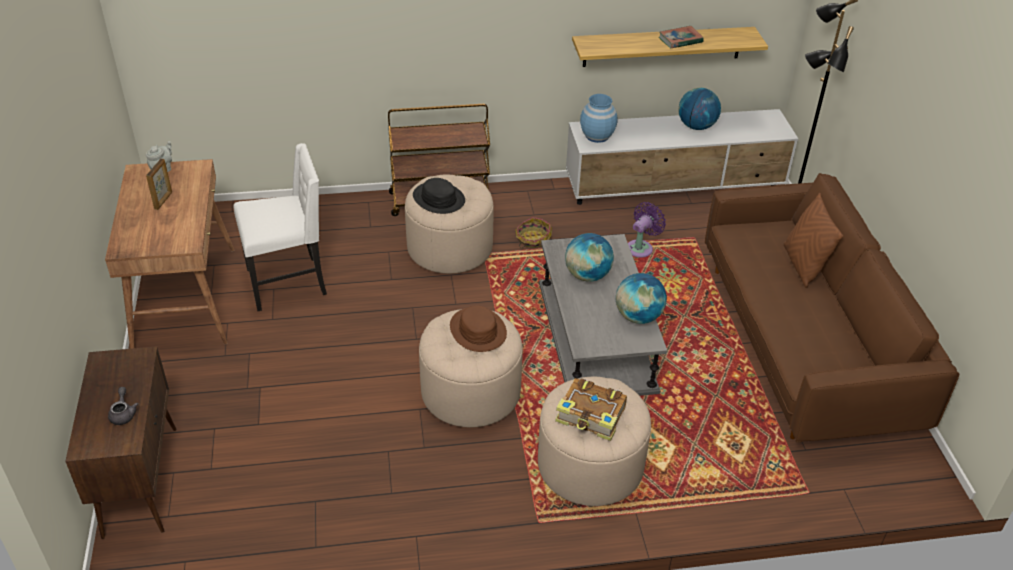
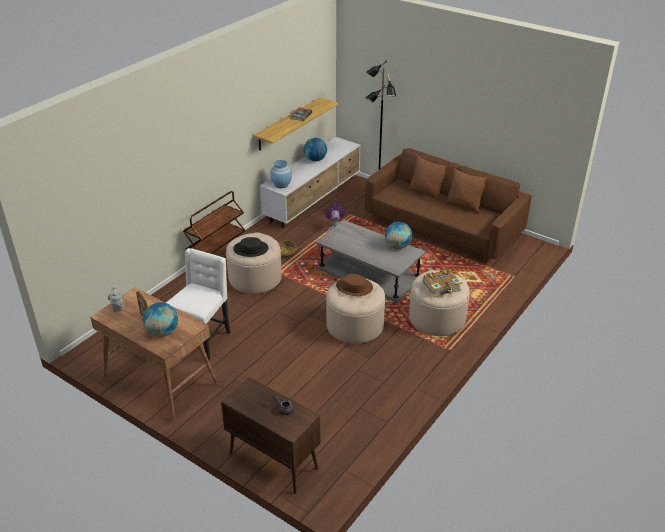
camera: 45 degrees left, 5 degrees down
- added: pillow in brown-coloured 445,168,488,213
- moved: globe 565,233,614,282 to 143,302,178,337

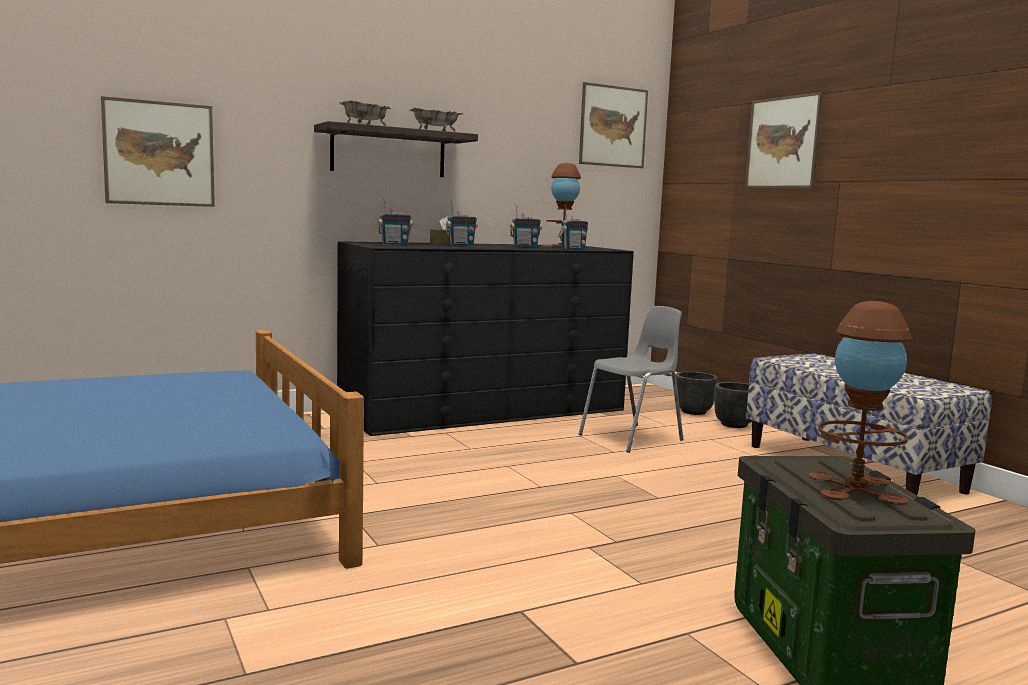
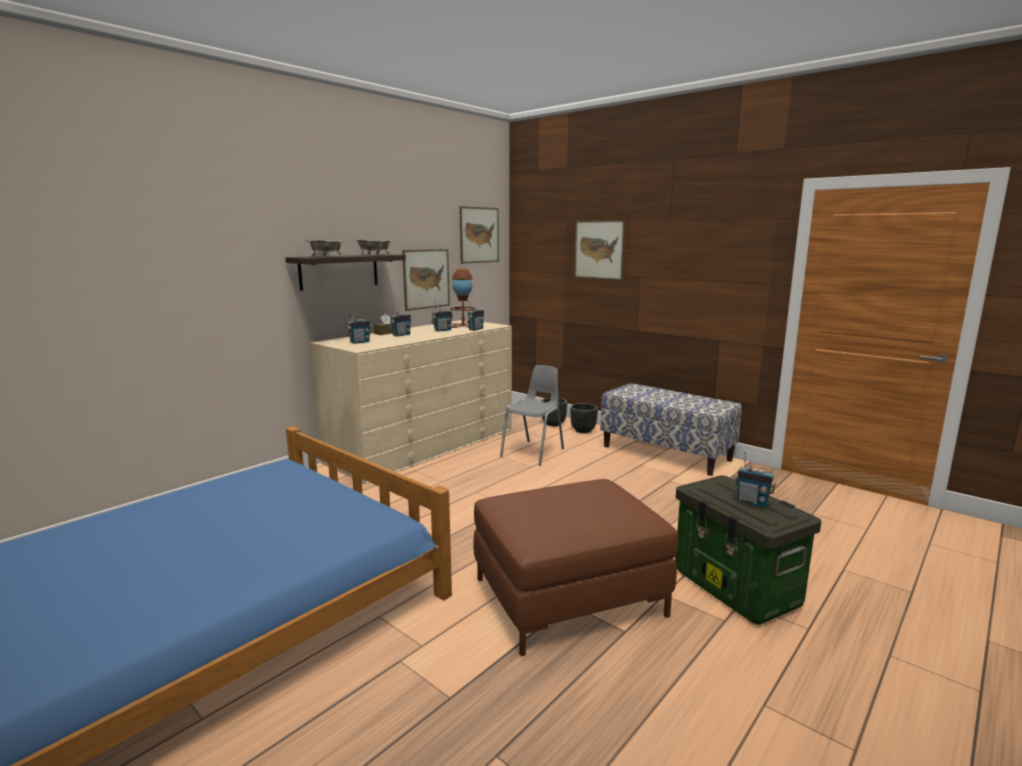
camera: 20 degrees left, 5 degrees up
- added: footrest in brown-coloured 473,479,678,657
- moved: picture 101,96,215,207 to 402,249,450,311
- replaced: table lamp in brown-coloured 808,301,912,505 to radio 734,451,776,507
- recoloured: drawer chest in black-coloured 337,241,634,436 to drawer chest in beige 311,320,512,484

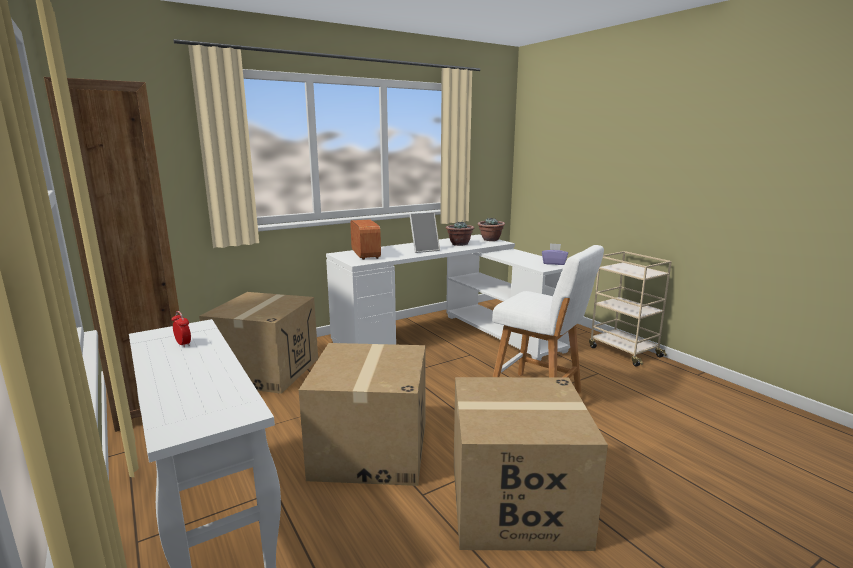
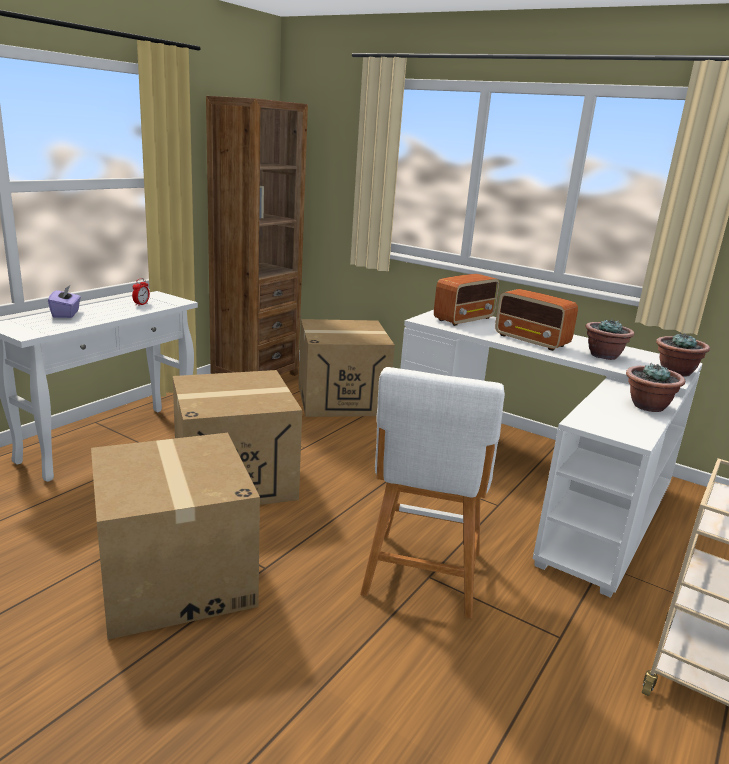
camera: 65 degrees right, 5 degrees up
- added: plant in a pot 626,363,685,412
- moved: tissue holder in purplish 542,243,568,265 to 48,285,81,318
- replaced: picture frame 409,212,440,253 to radio 495,289,578,351

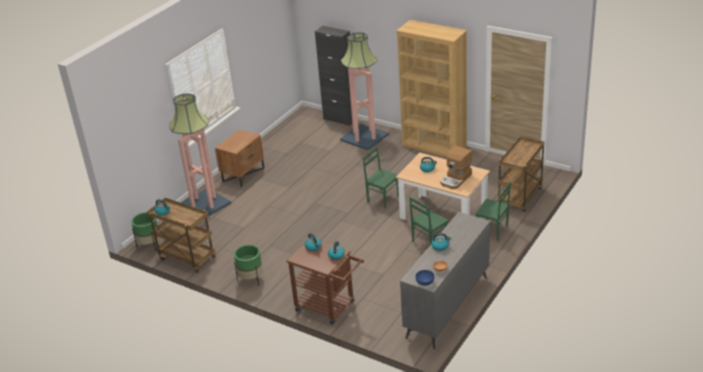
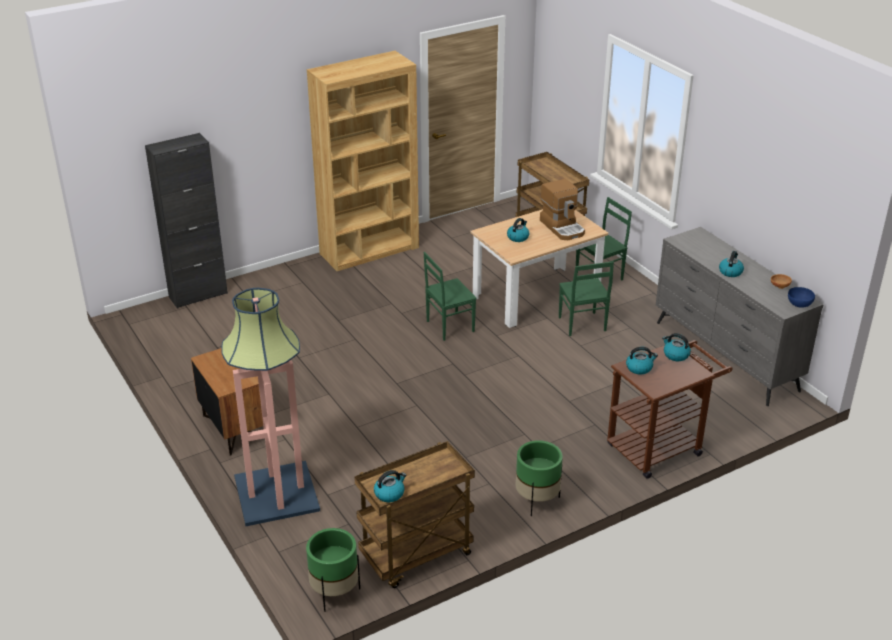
camera: 65 degrees left, 0 degrees up
- removed: standing lamp 340,32,389,150

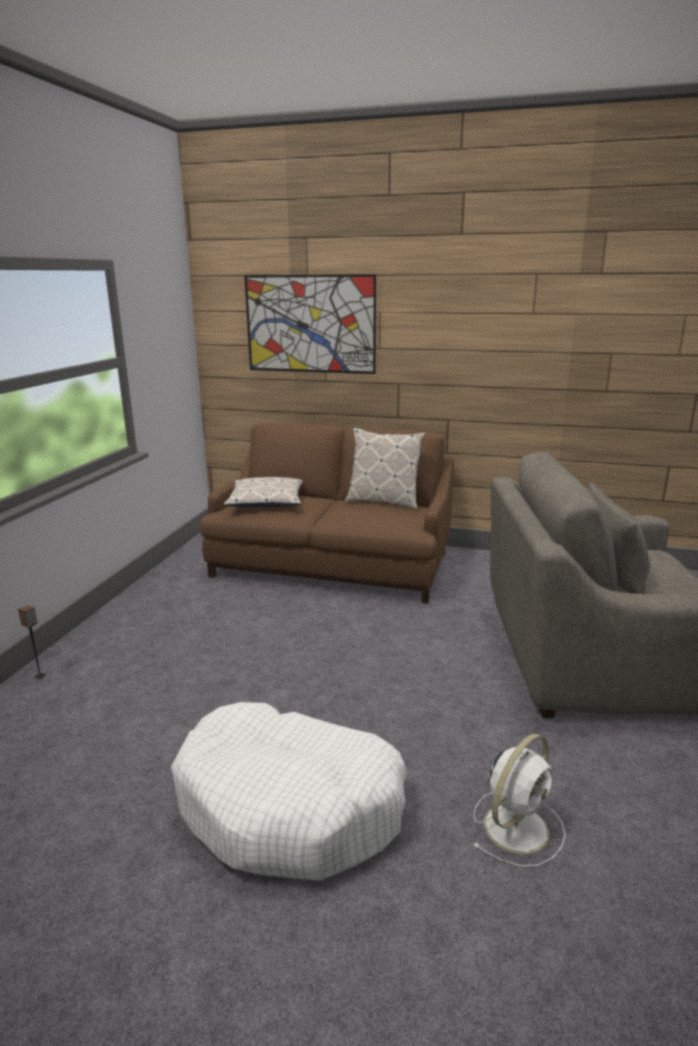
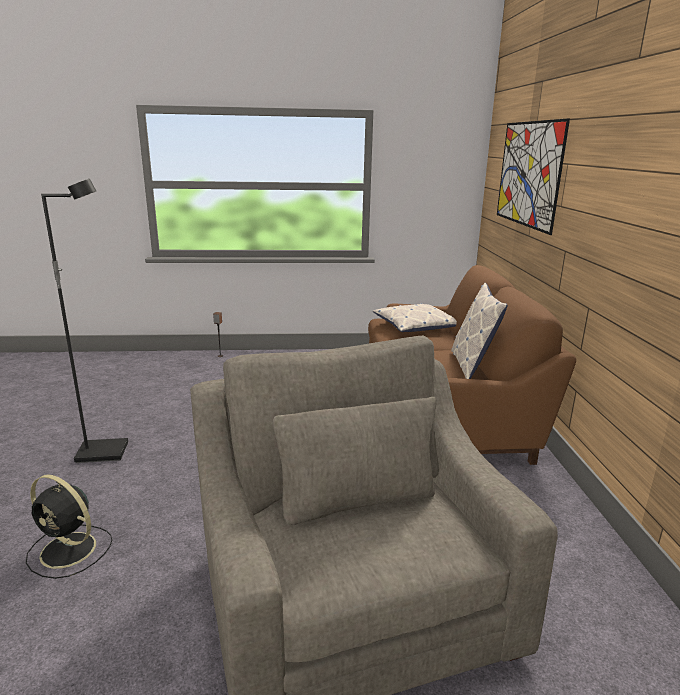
camera: 70 degrees right, 0 degrees up
- replaced: pet bed in white-coloured 171,702,407,881 to standing lamp in black-coloured 41,179,128,463
- recoloured: cooling fan in white-coloured 472,734,566,867 to cooling fan in black-coloured 26,474,112,579

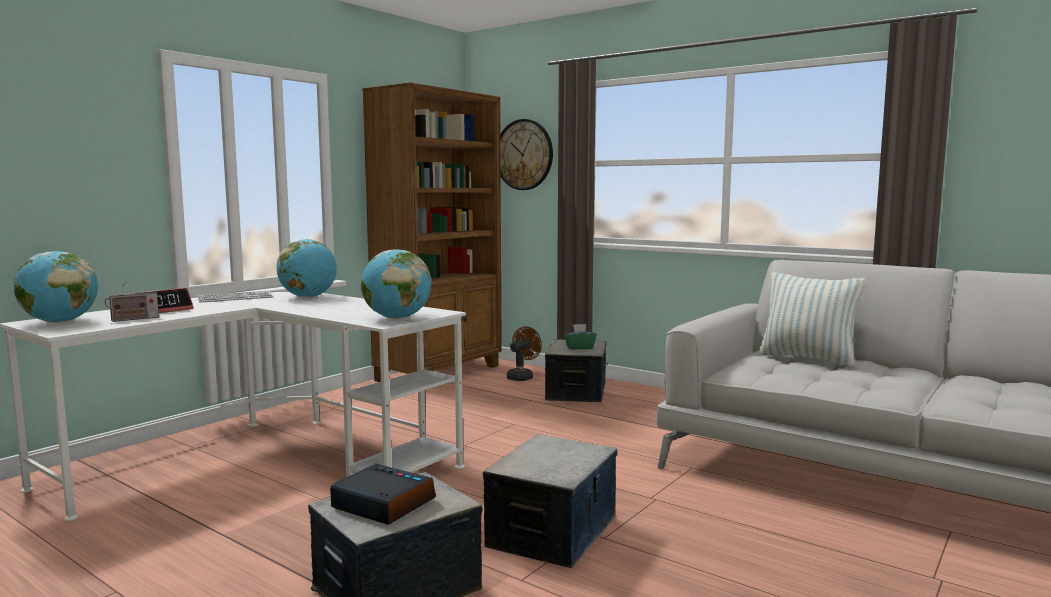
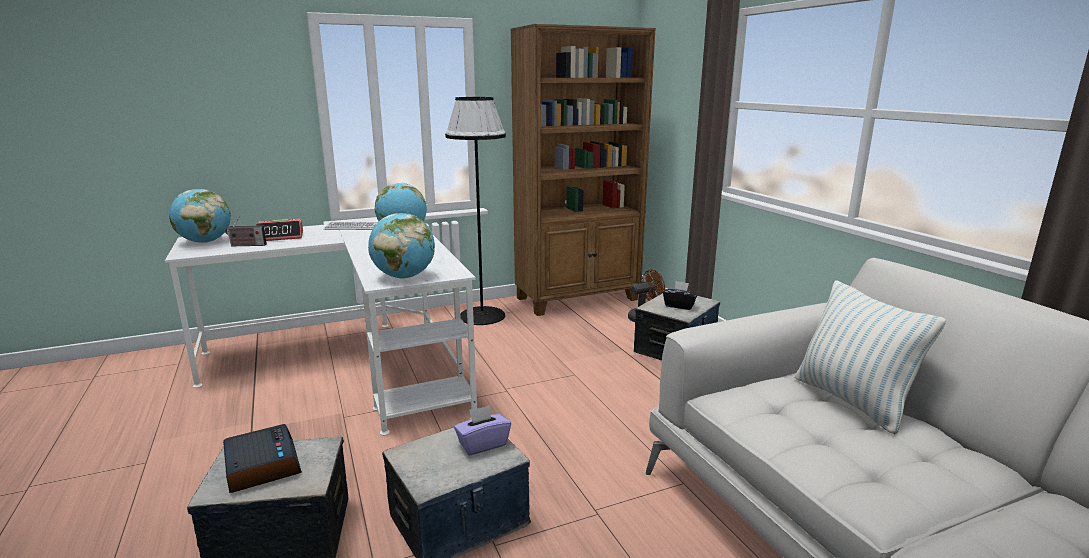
camera: 30 degrees right, 10 degrees up
- removed: wall clock 500,119,553,190
- added: standing lamp in black-coloured 445,97,506,325
- added: tissue holder in purplish 454,406,511,455
- recoloured: tissue holder in green 564,324,596,349 to tissue holder in black-coloured 663,281,698,310

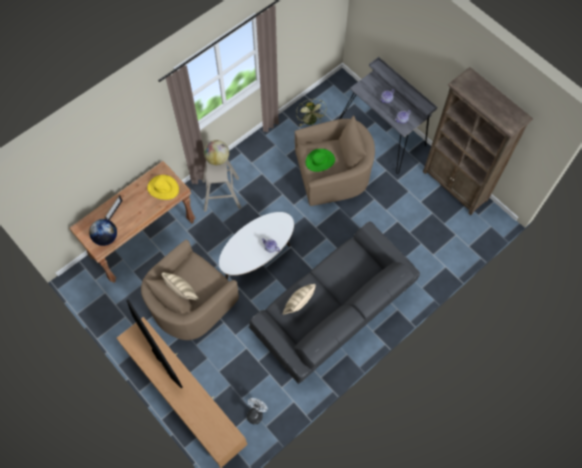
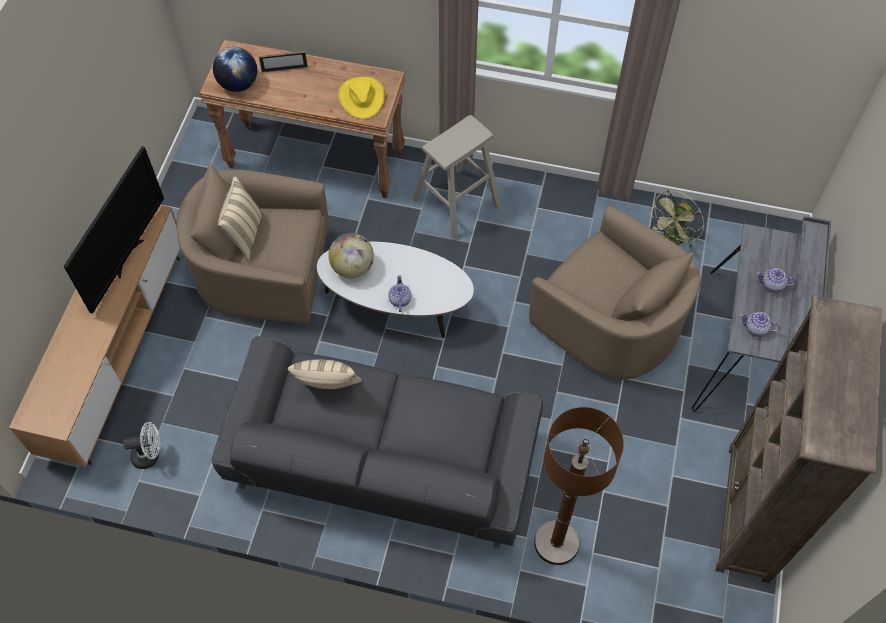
camera: 55 degrees right, 5 degrees down
- removed: wearable hat in green 306,149,335,172
- added: standing lamp in brown-coloured 534,407,624,565
- moved: globe 204,140,229,165 to 328,233,374,278

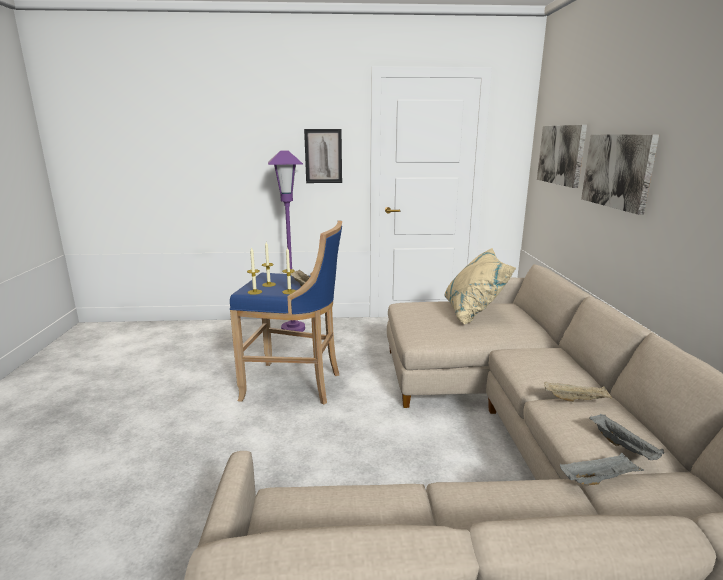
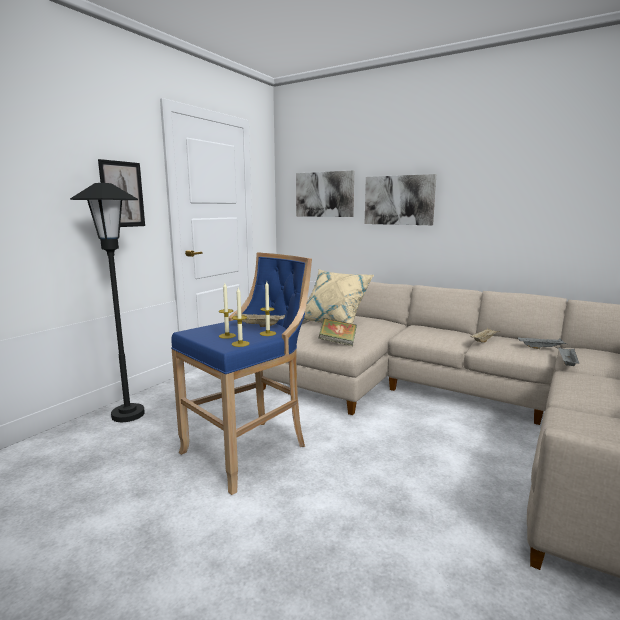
camera: 55 degrees left, 5 degrees down
- added: volume 319,318,357,346
- recoloured: standing lamp in purplish 268,150,305,332 to standing lamp in black-coloured 70,183,145,422

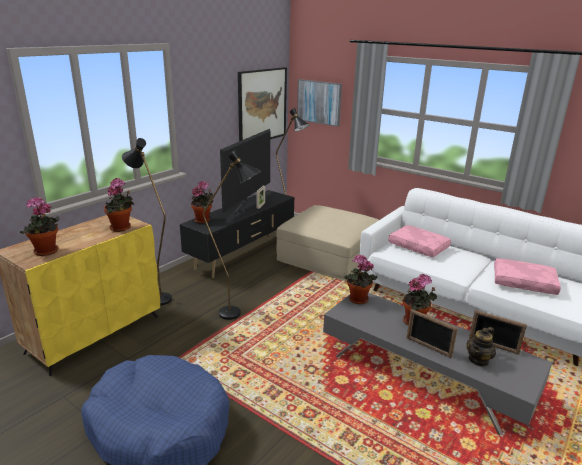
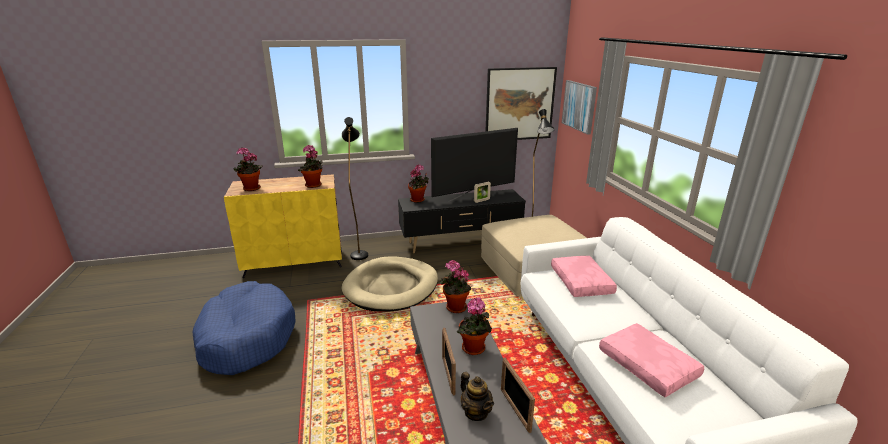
camera: 40 degrees right, 0 degrees up
- replaced: standing lamp in black-coloured 203,150,261,320 to pet bed in beige 341,256,438,311
- turned: pot for tea 467,327,496,367 = 461,372,494,421 120 degrees counterclockwise

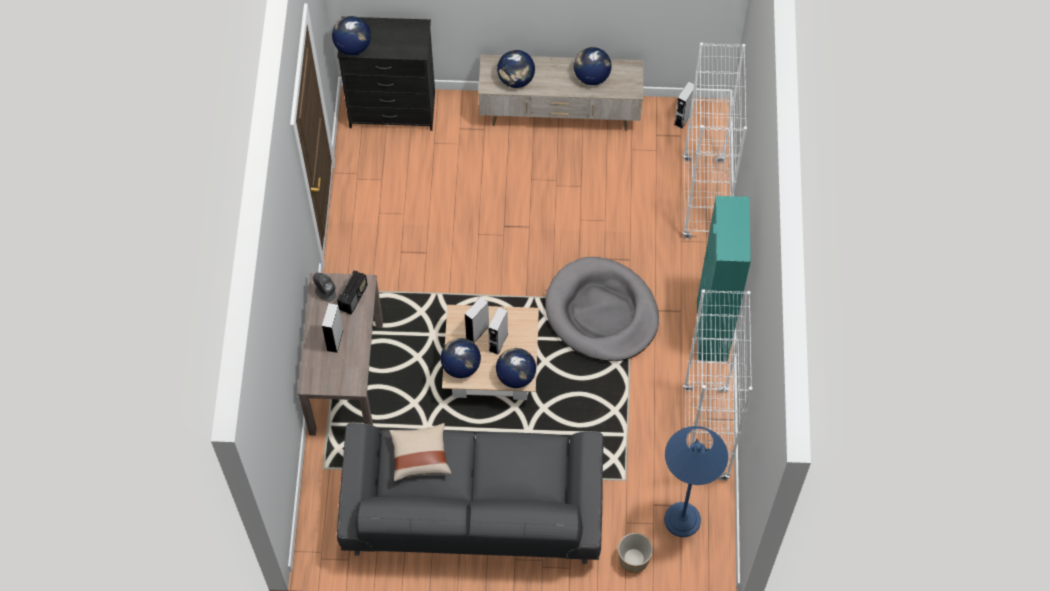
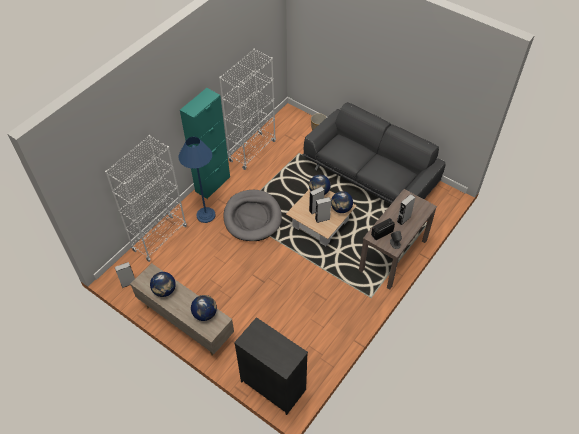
camera: 145 degrees left, 10 degrees down
- removed: globe 332,16,371,55
- removed: pillow in beige 389,423,452,481
- moved: standing lamp in blue 664,426,728,537 to 179,137,216,223

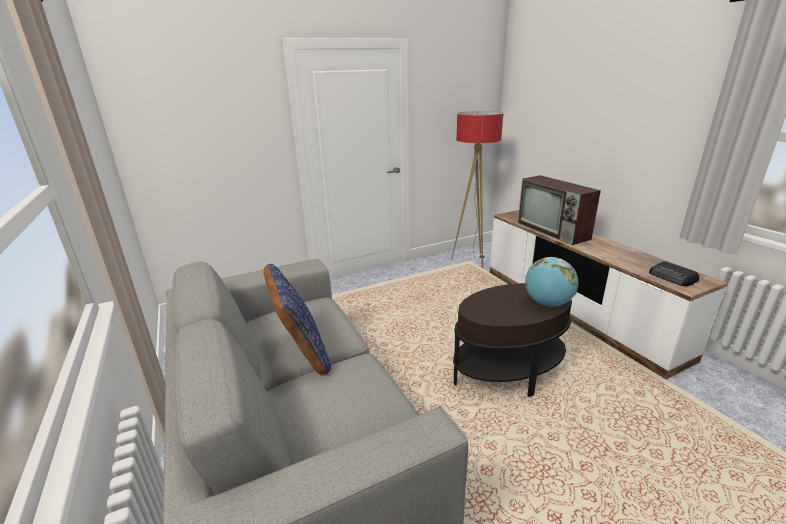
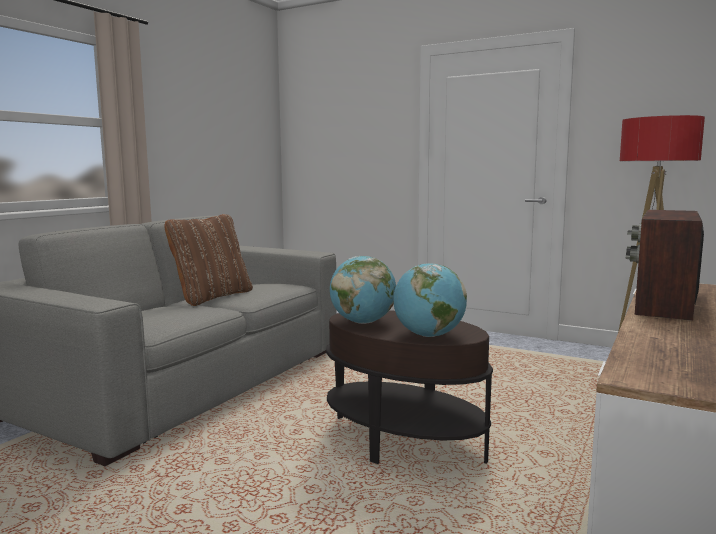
camera: 55 degrees right, 15 degrees down
- removed: radio 649,261,699,286
- added: globe 330,256,396,324
- recoloured: pillow in blue 263,264,331,374 to pillow in brown-coloured 164,214,253,306

